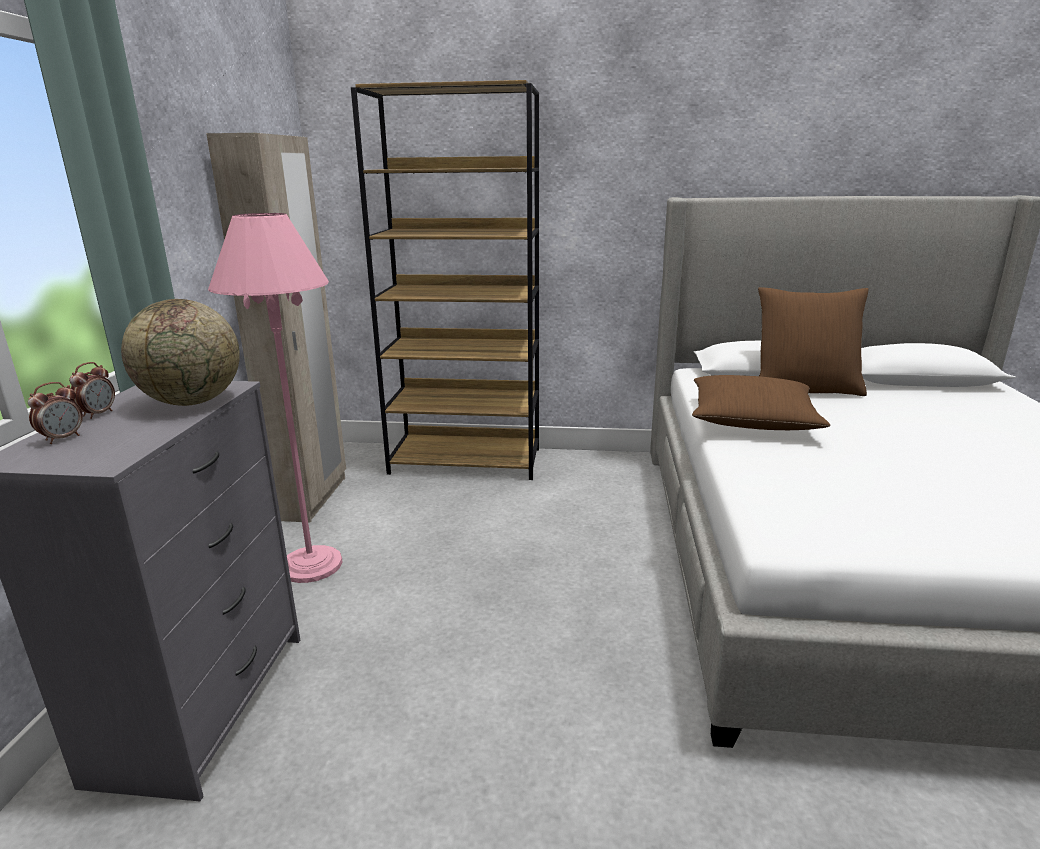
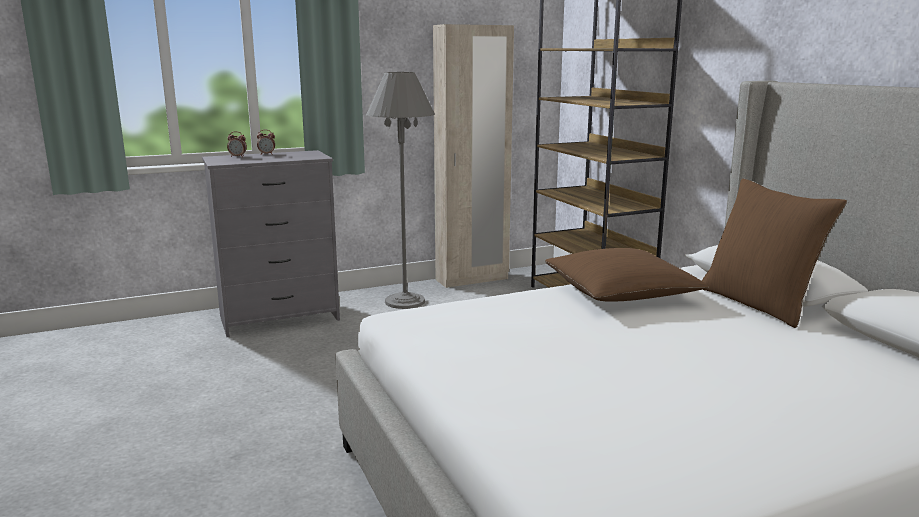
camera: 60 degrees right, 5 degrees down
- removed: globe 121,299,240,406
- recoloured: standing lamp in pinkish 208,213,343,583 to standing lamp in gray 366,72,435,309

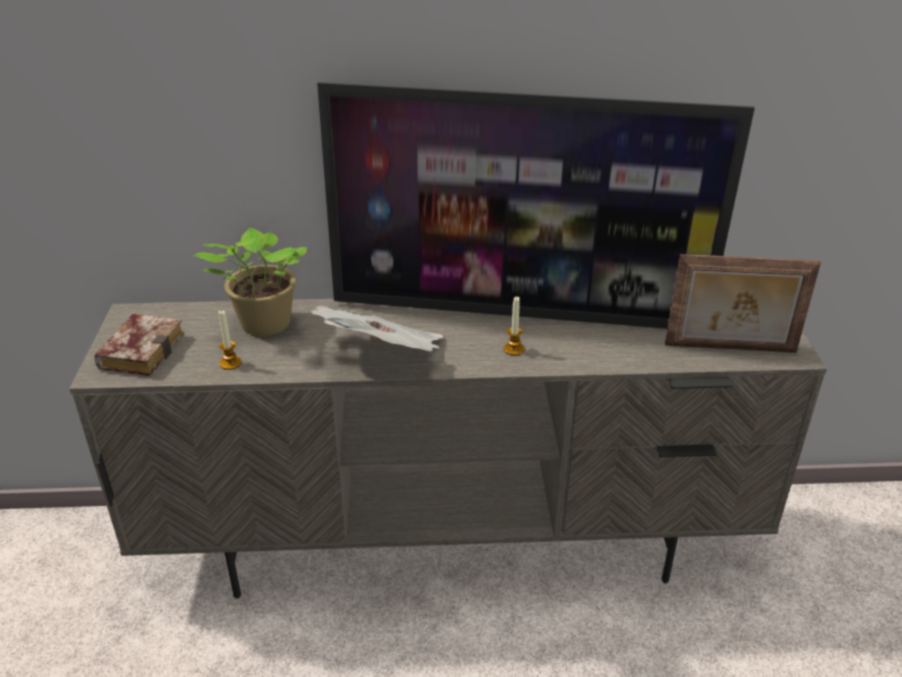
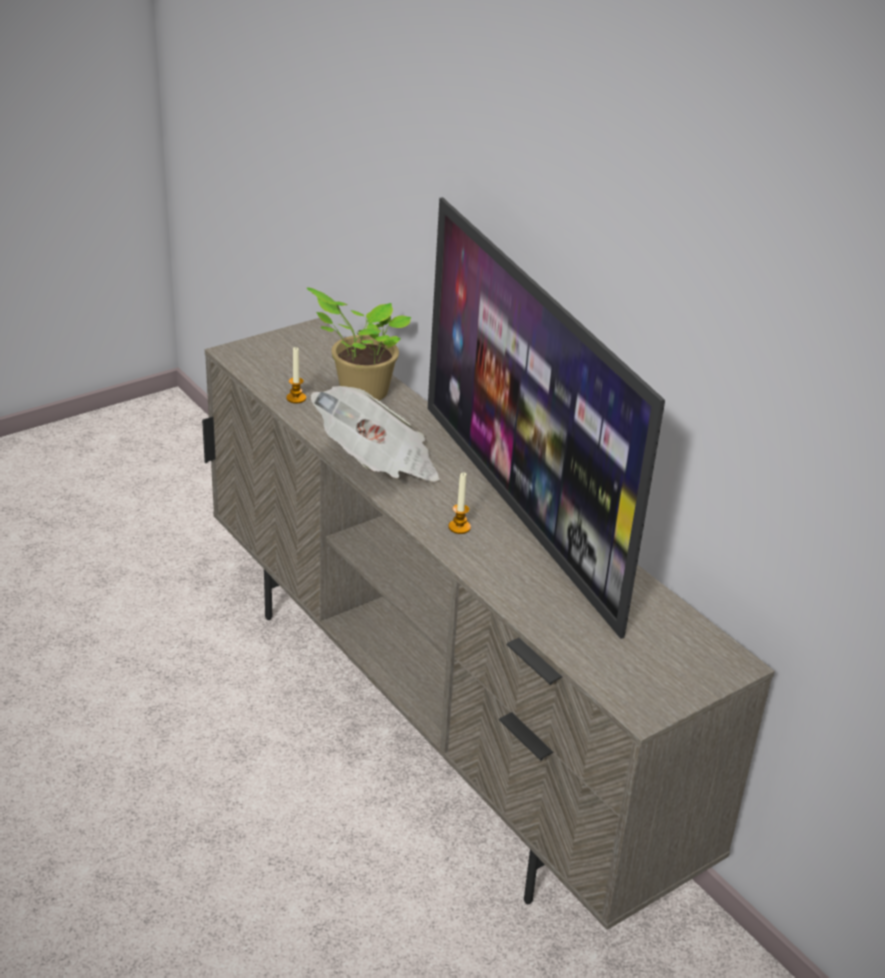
camera: 55 degrees right, 0 degrees up
- removed: volume 95,314,184,376
- removed: picture frame 665,254,821,353

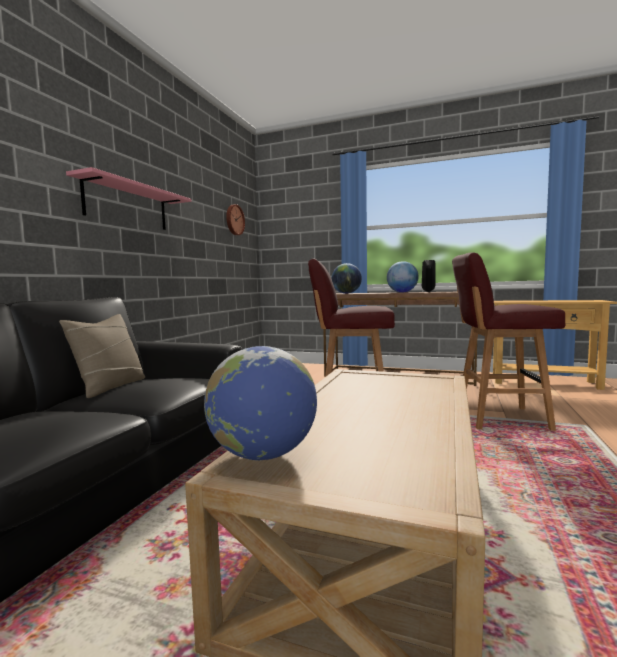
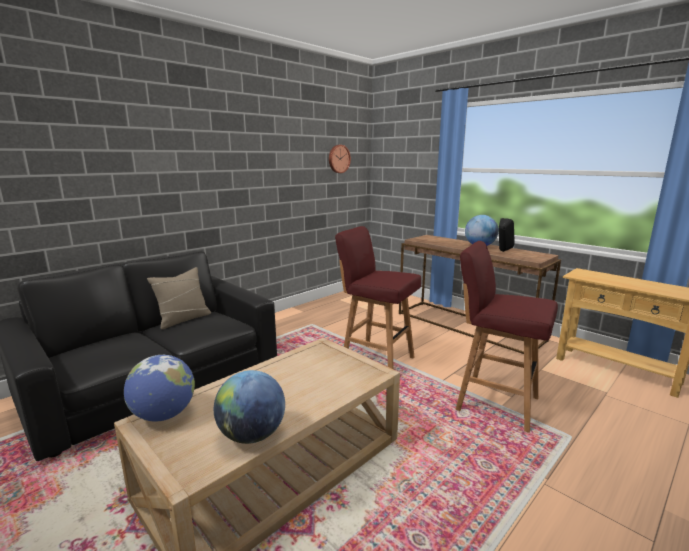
camera: 25 degrees right, 10 degrees up
- removed: bracket shelf in pinkish 66,167,191,230
- moved: globe 332,263,362,294 to 214,370,285,444

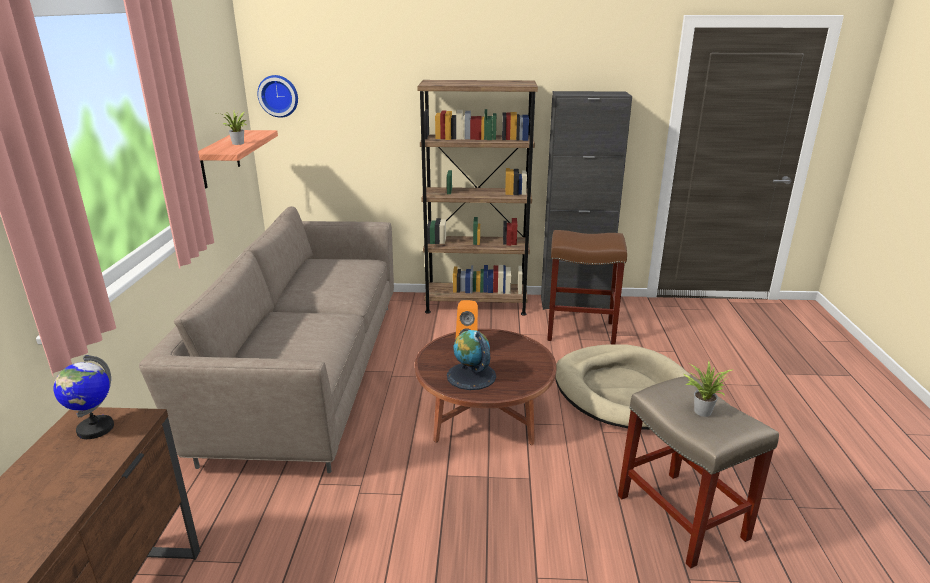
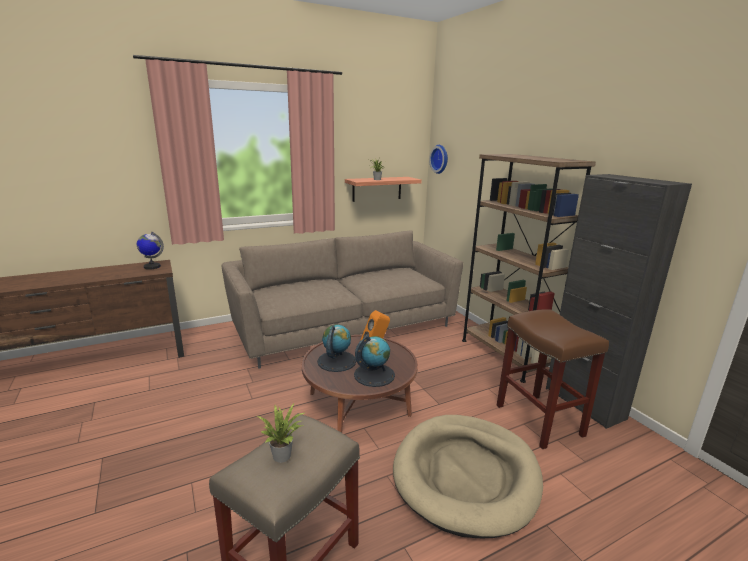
camera: 60 degrees right, 5 degrees down
- added: globe 354,335,395,387

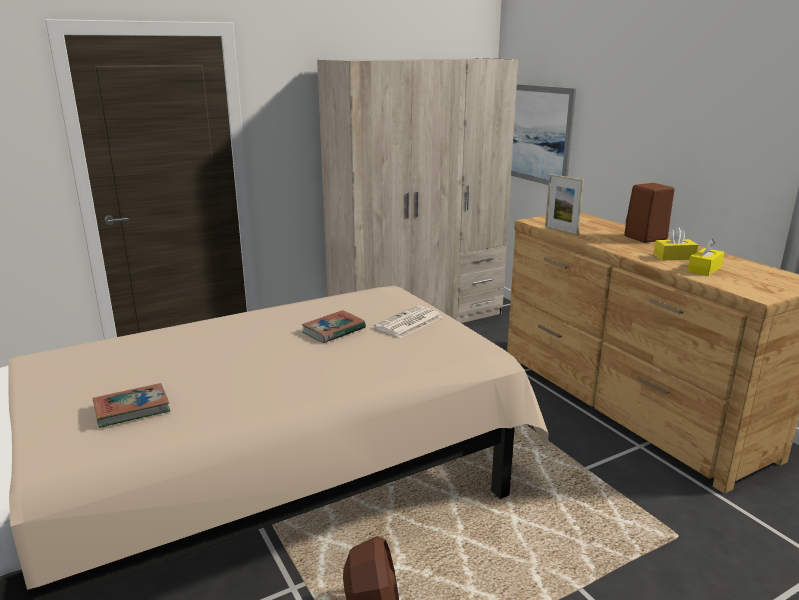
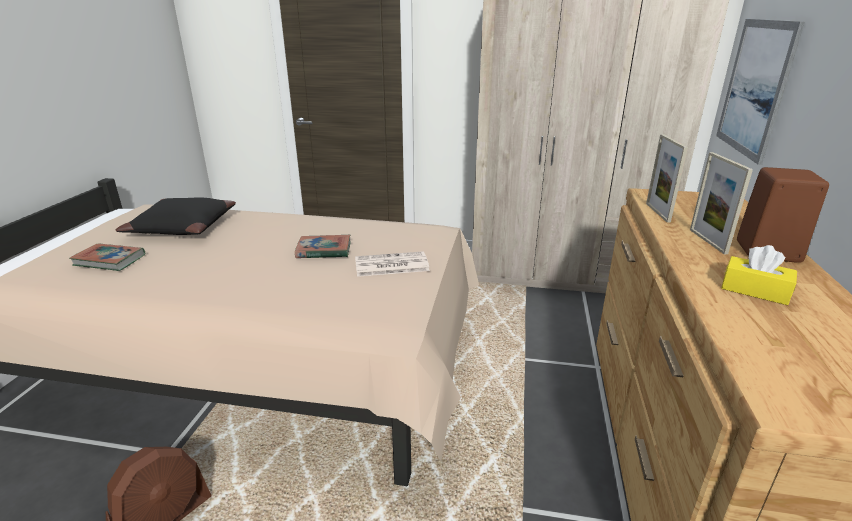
camera: 40 degrees right, 5 degrees up
- removed: tissue holder in yellow 688,239,724,276
- added: pillow in black-coloured 116,198,236,235
- added: picture frame 690,152,753,254

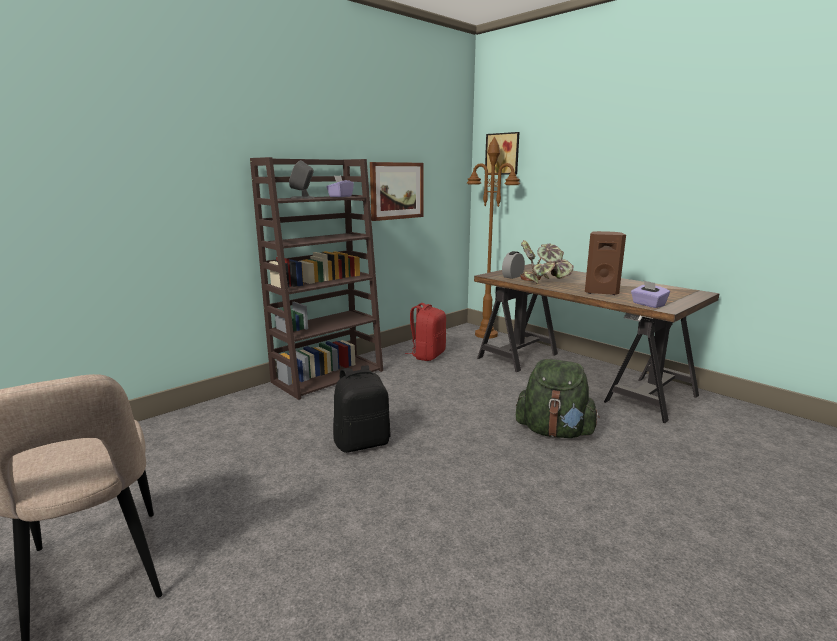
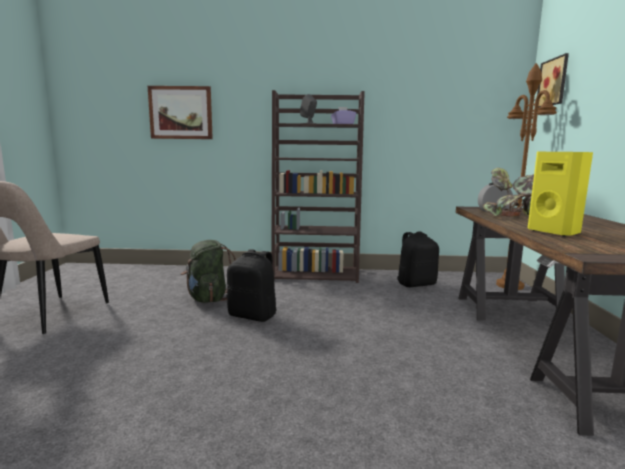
camera: 45 degrees right, 5 degrees down
- removed: tissue holder in purplish 631,280,670,308
- moved: picture 370,162,424,221 to 148,86,213,139
- moved: backpack in green 516,359,600,438 to 181,240,236,303
- recoloured: backpack in red-coloured 405,303,446,361 to backpack in black-coloured 397,232,439,287
- recoloured: loudspeaker in brown-coloured 585,231,626,295 to loudspeaker in yellow 528,152,593,237

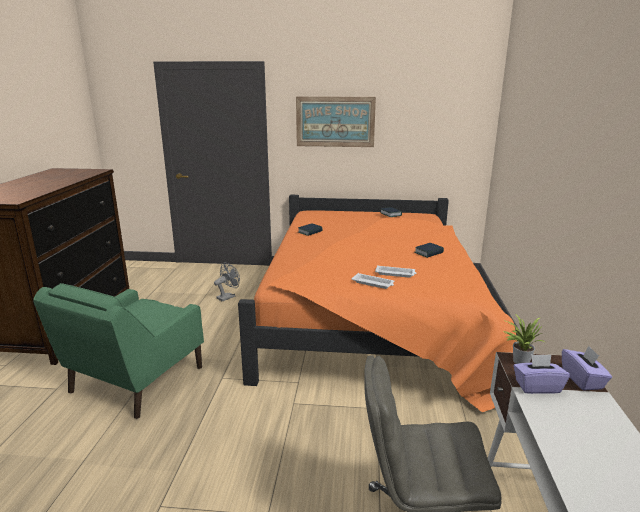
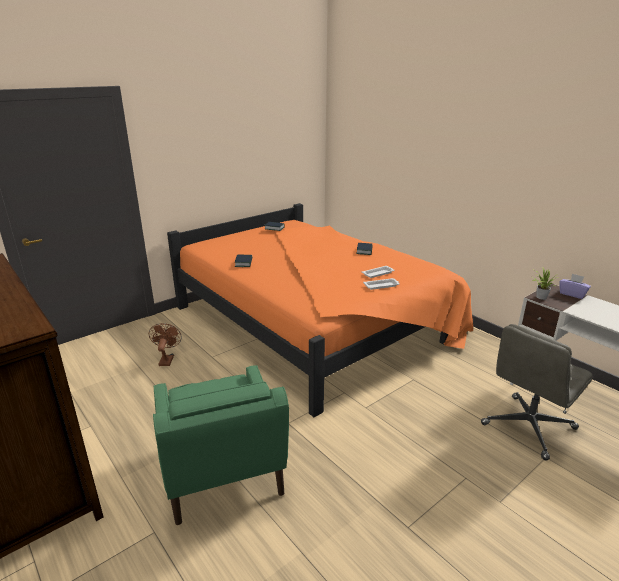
camera: 45 degrees left, 5 degrees up
- removed: picture 296,96,376,147
- removed: tissue holder in purplish 513,354,570,394
- recoloured: cooling fan in gray 214,263,240,301 to cooling fan in brown-coloured 149,323,182,366

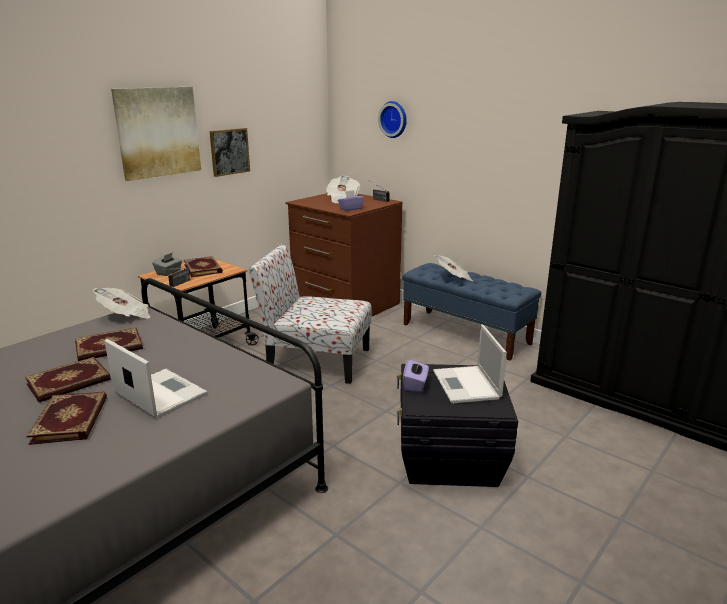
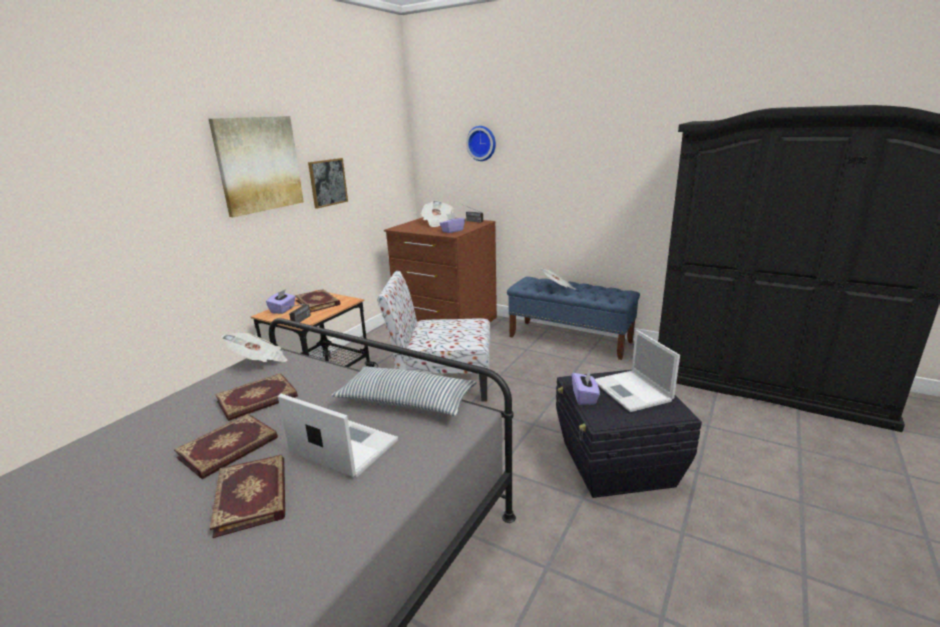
camera: 10 degrees left, 0 degrees up
- added: pillow 331,366,477,416
- recoloured: tissue holder in gray 152,253,182,276 to tissue holder in purplish 266,289,296,314

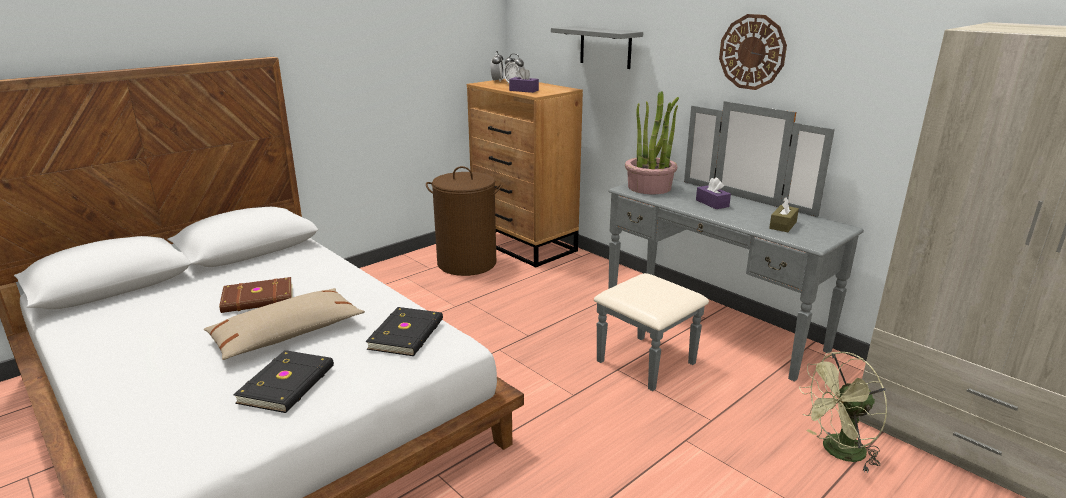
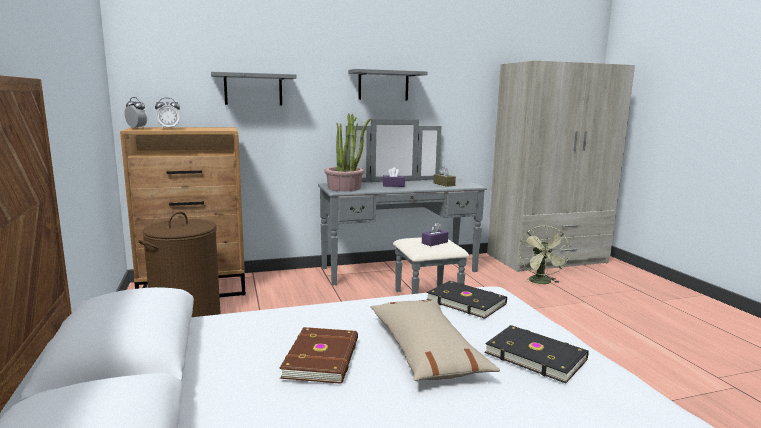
camera: 65 degrees left, 10 degrees down
- moved: tissue holder in purplish 509,67,539,93 to 422,222,448,246
- replaced: wall clock 719,14,787,90 to bracket shelf in gray 348,69,427,100

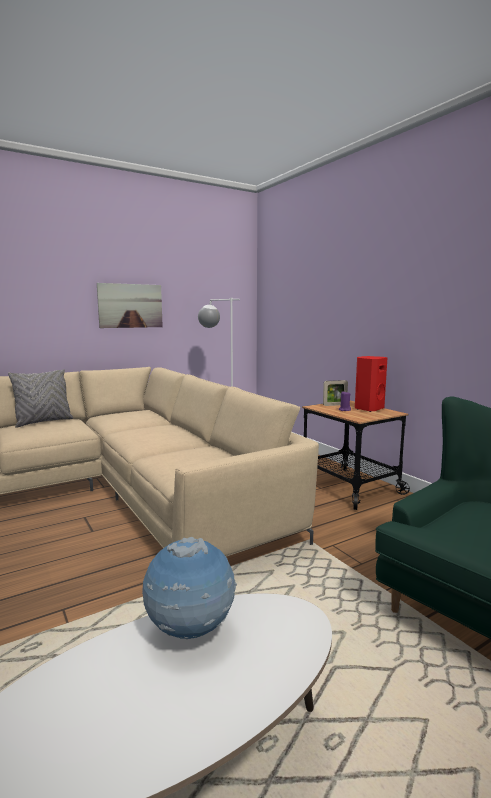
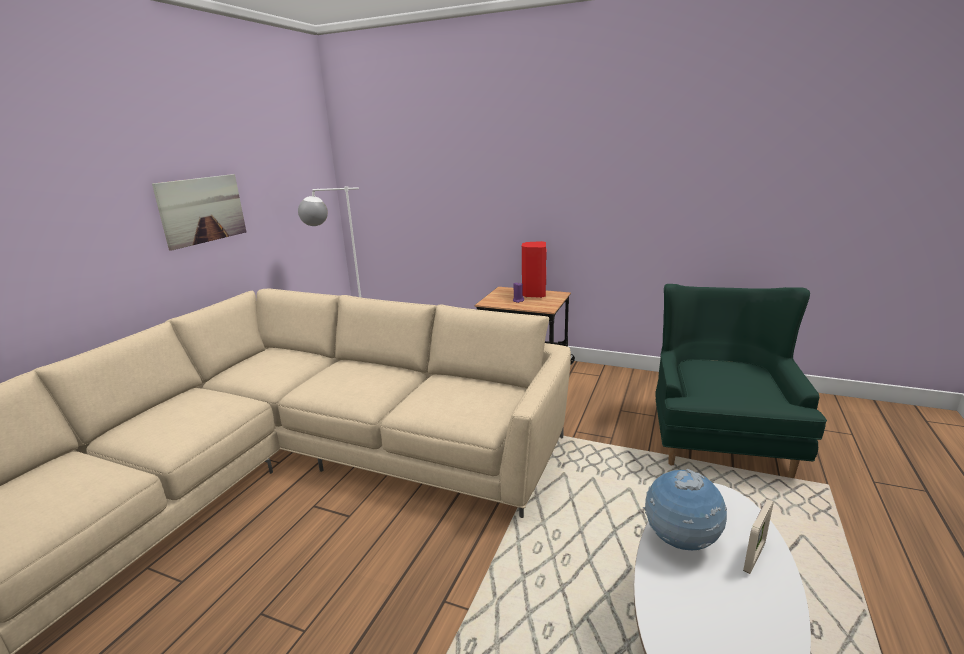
camera: 35 degrees left, 10 degrees up
- removed: pillow in gray 8,369,73,428
- moved: picture frame 323,380,348,406 to 743,499,774,574

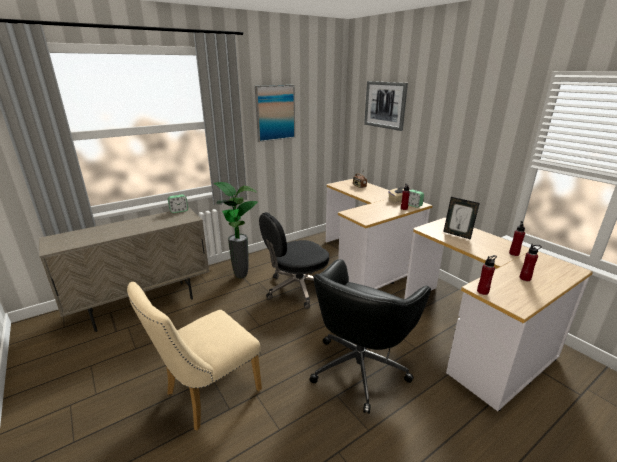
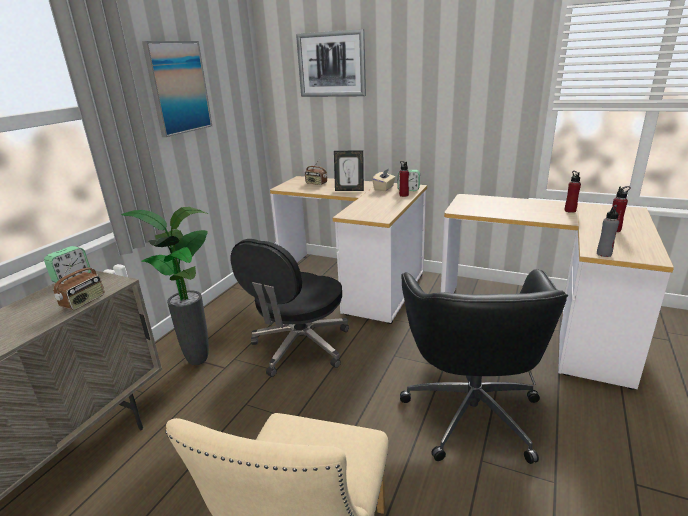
camera: 30 degrees left, 0 degrees up
- added: radio 53,257,104,310
- moved: picture frame 443,197,480,240 to 334,150,364,191
- recoloured: drink bottle in red-coloured 477,255,497,295 to drink bottle in gray 597,205,619,257

